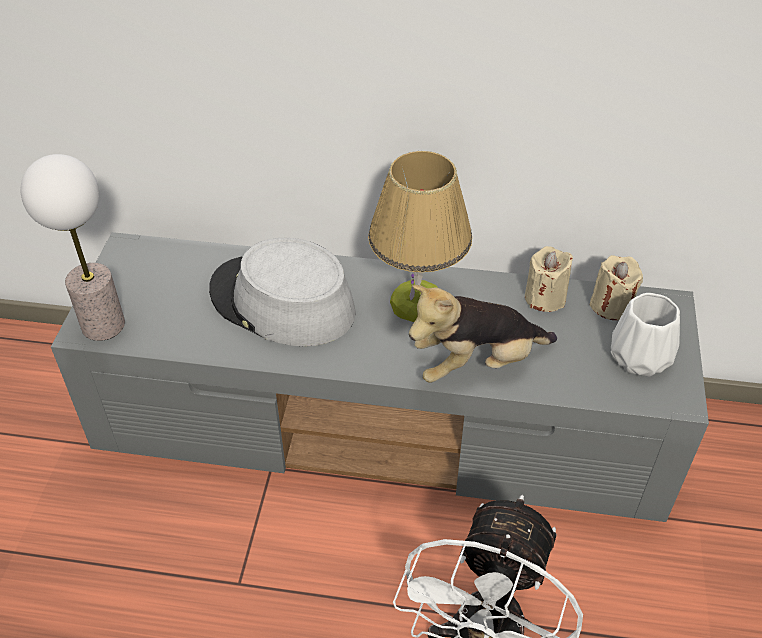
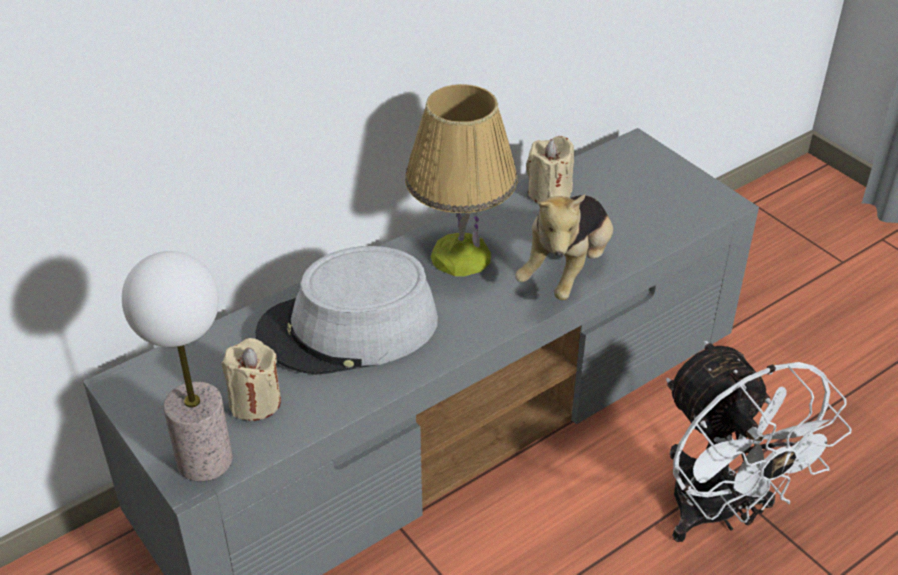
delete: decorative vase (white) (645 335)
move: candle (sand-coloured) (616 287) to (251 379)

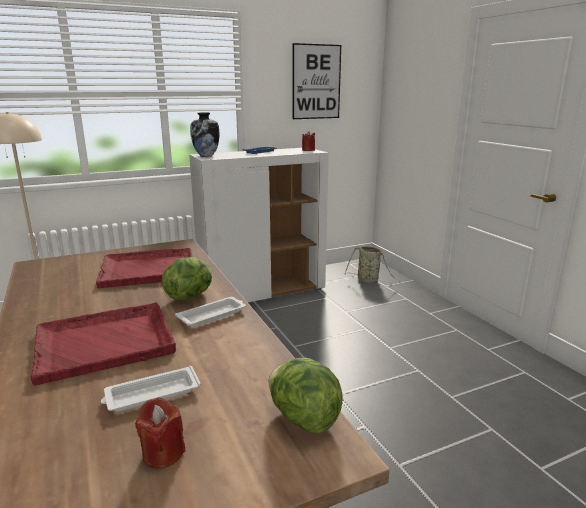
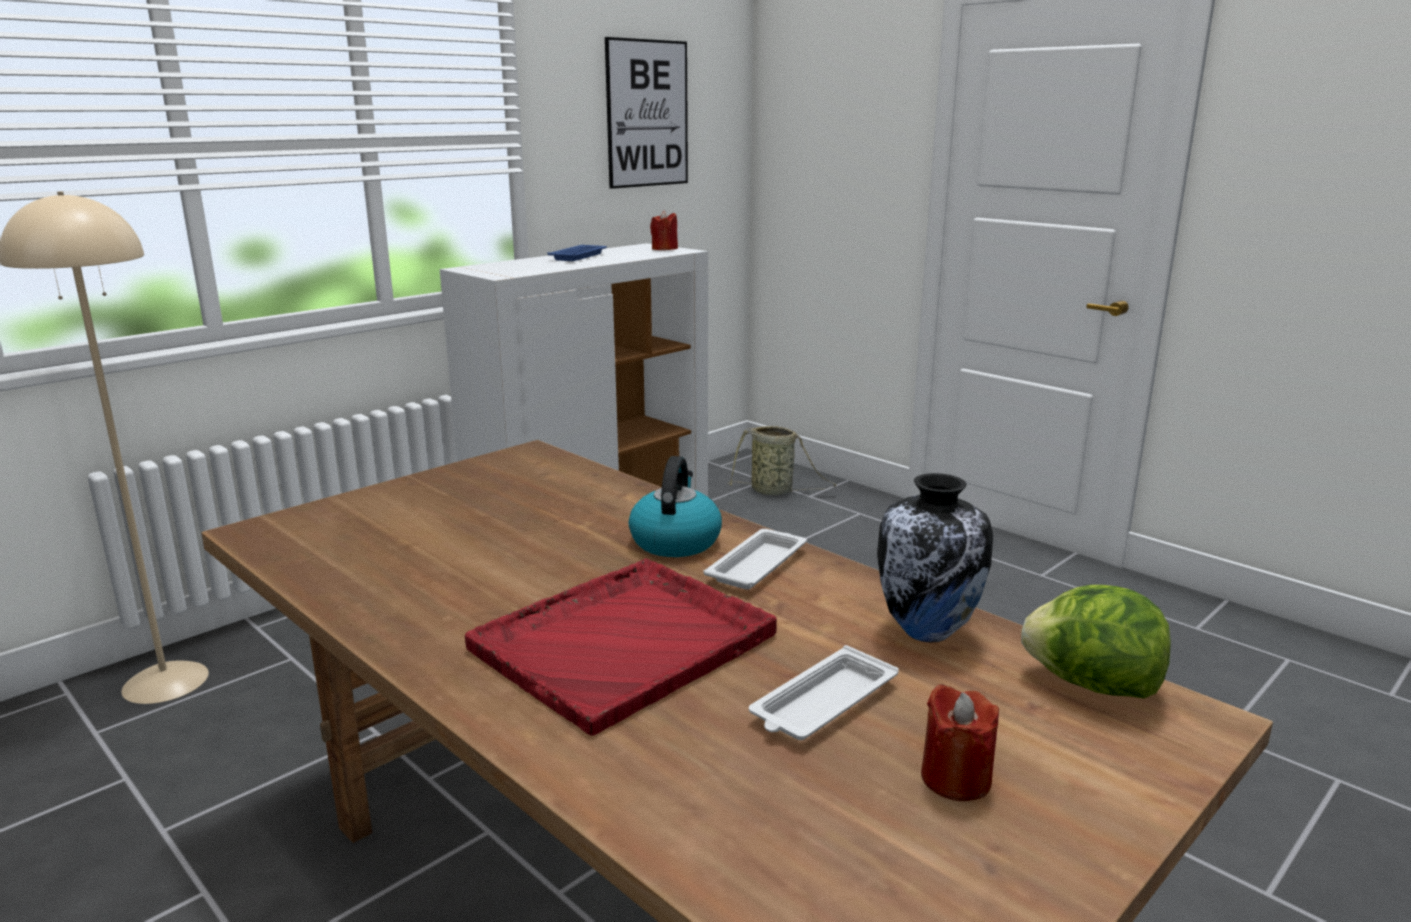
delete: serving tray (red) (144 268)
move: decorative vase (205 134) to (935 557)
replace: lettuce (187 278) to water kettle (675 506)

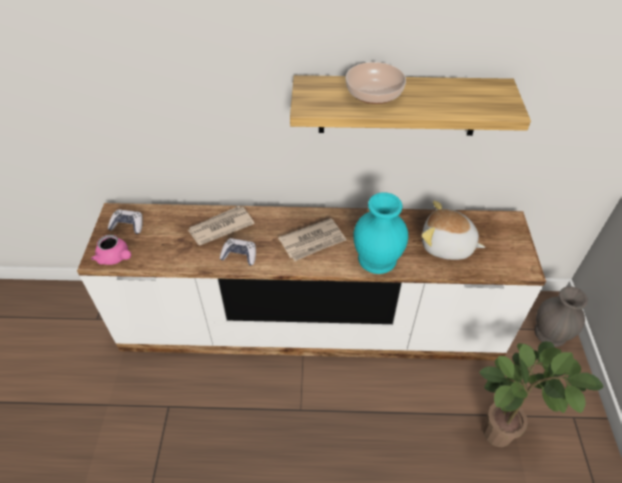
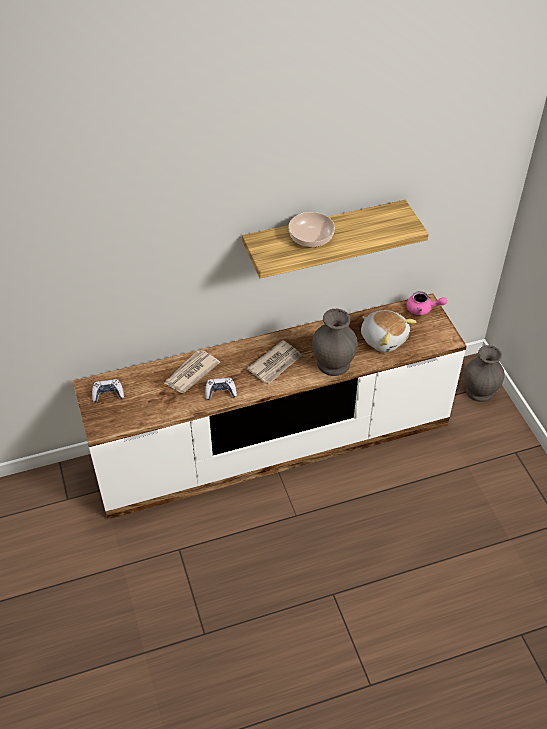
delete: houseplant (541 394)
move: tea pot (pinkish) (111 250) to (426 303)
recolor: decorative vase (blue-green) (380 233) to decorative vase (grey) (334 342)
rotate: soft toy (453 230) = (388 331) 135 degrees counterclockwise

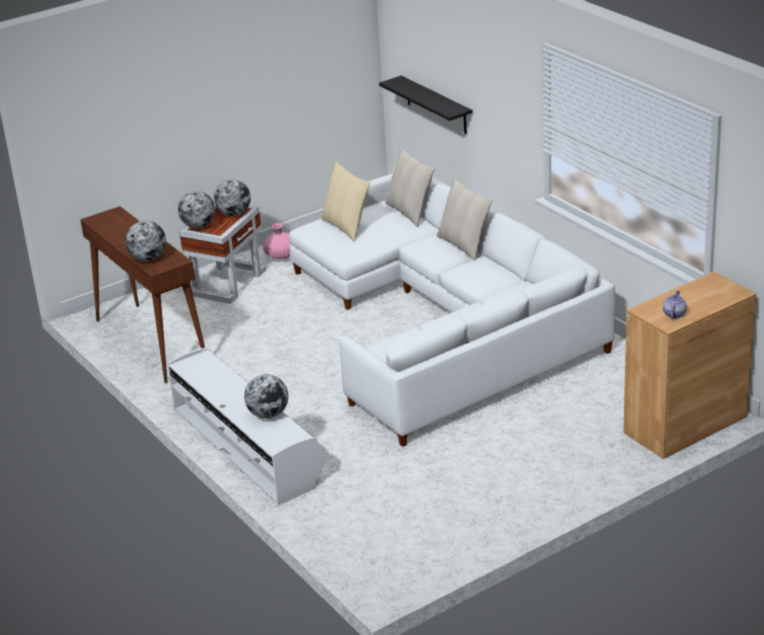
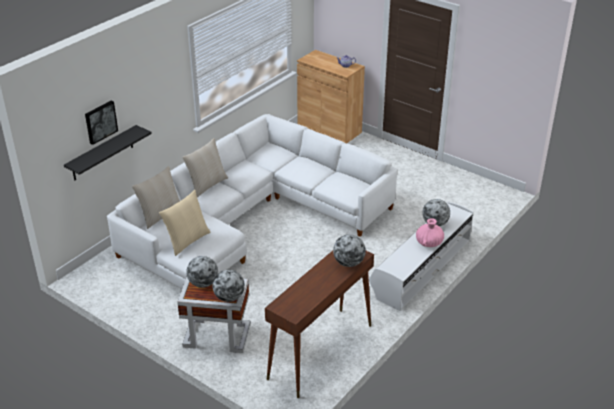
insert: wall picture (101 123)
move: decorative vase (pinkish) (277 241) to (430 232)

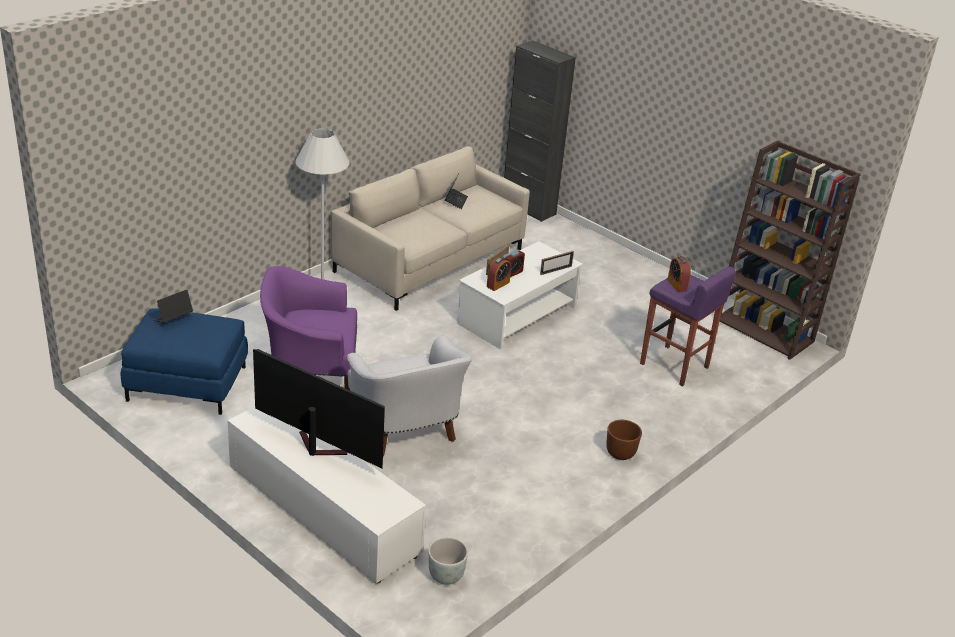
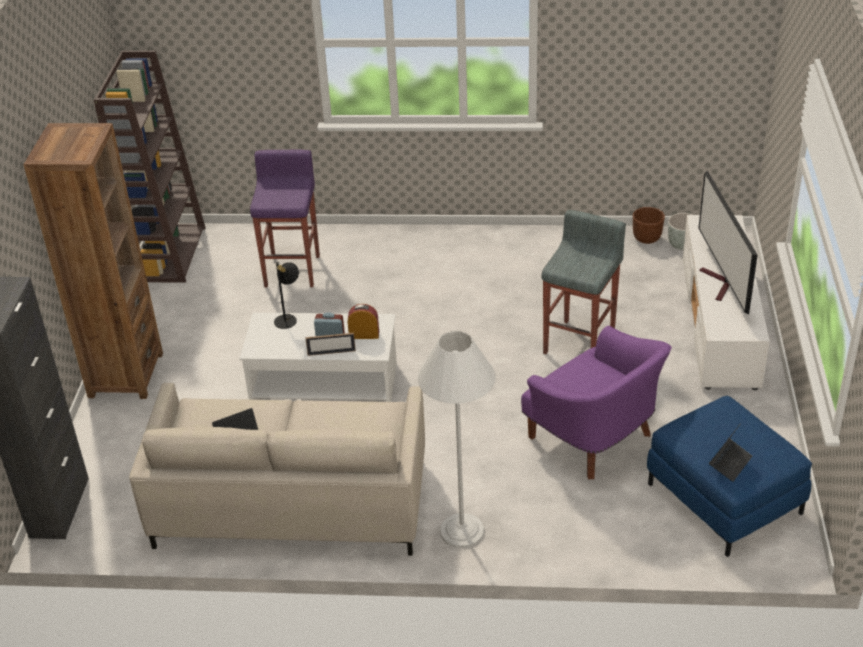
delete: bedside clock (679 274)
insert: bookshelf (brown-coloured) (93 261)
move: flower pot (brown-coloured) (624 440) to (649 225)
replace: easy chair (white) (410 396) to stool seat (grey) (584 282); standing frame (557 263) to lamp for a table (black-coloured) (286 295)
rotate: notebook computer (172 306) = (730 452) 60 degrees counterclockwise

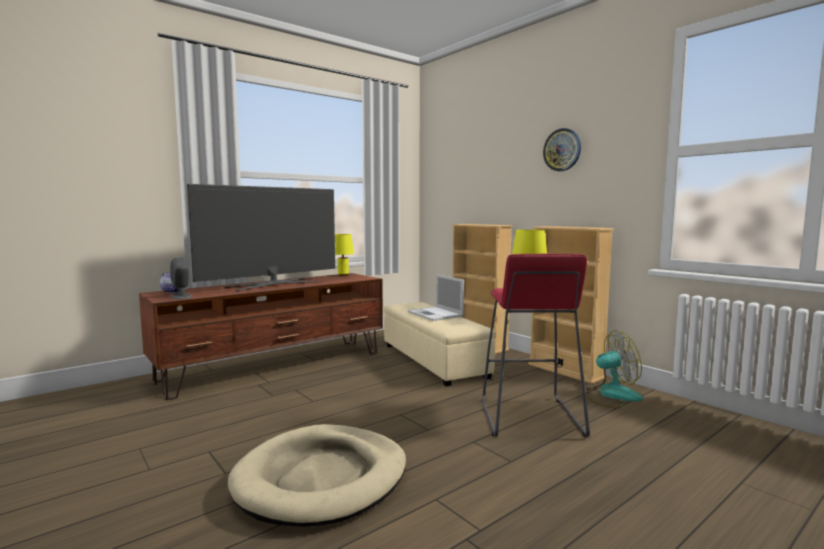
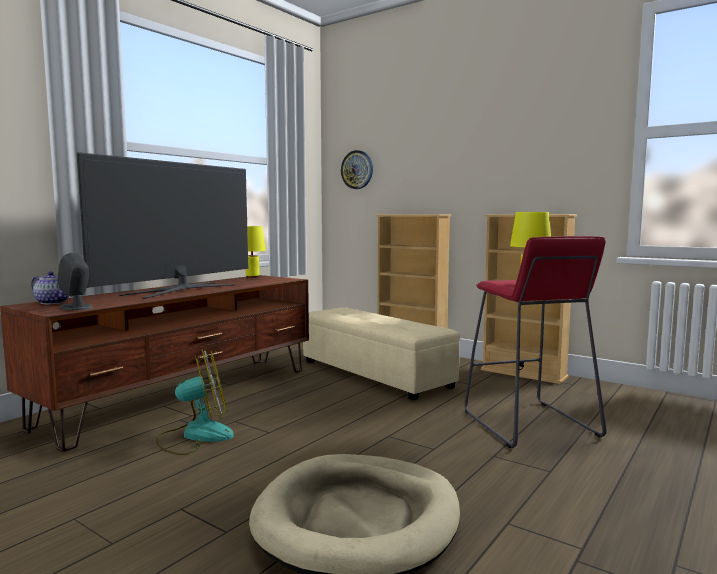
delete: notebook computer (436 297)
move: wall clock (562 149) to (357 169); electric fan (612 370) to (195 402)

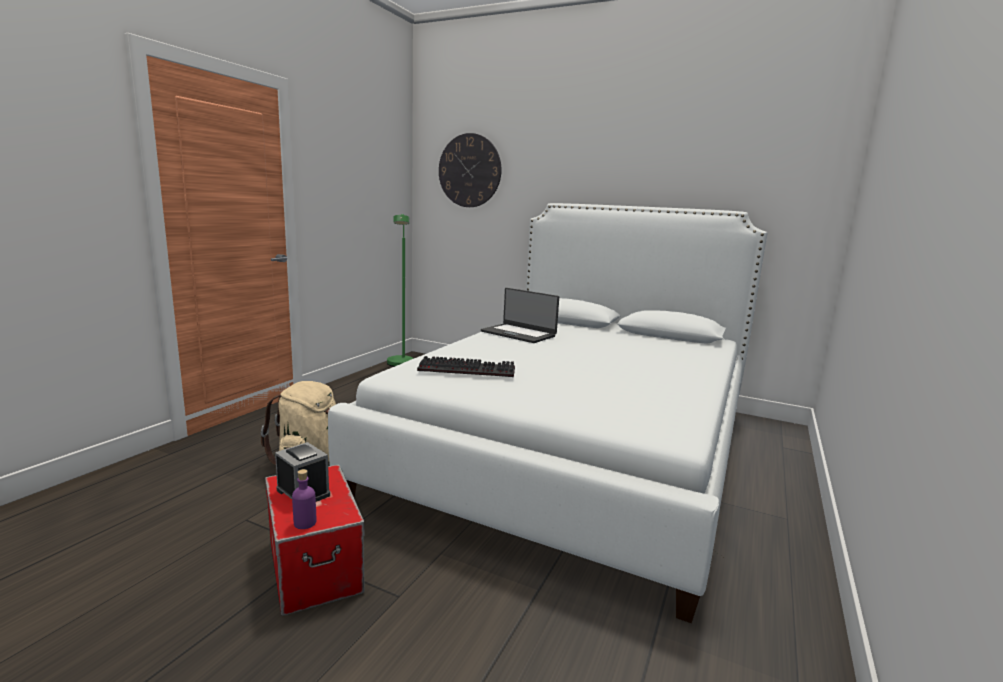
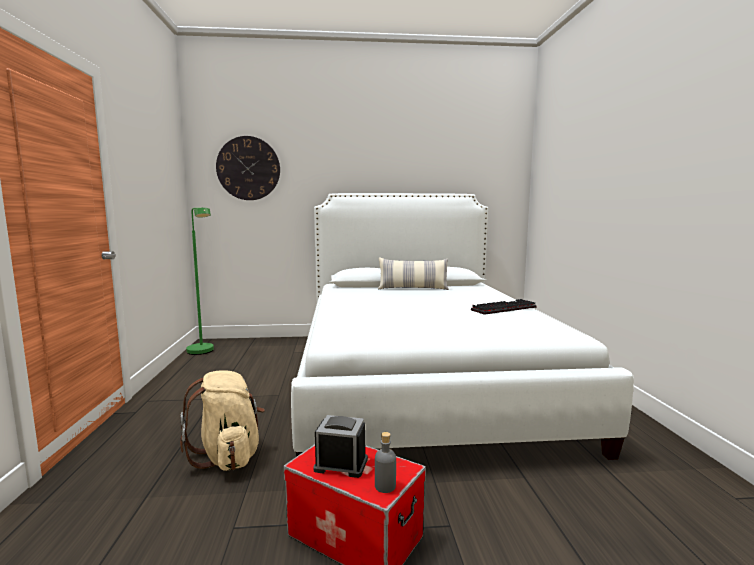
delete: notebook computer (520 315)
insert: throw pillow (413 273)
move: computer keyboard (466 366) to (504 307)
recolor: bottle (purplish) (304 499) to bottle (grey) (385 462)

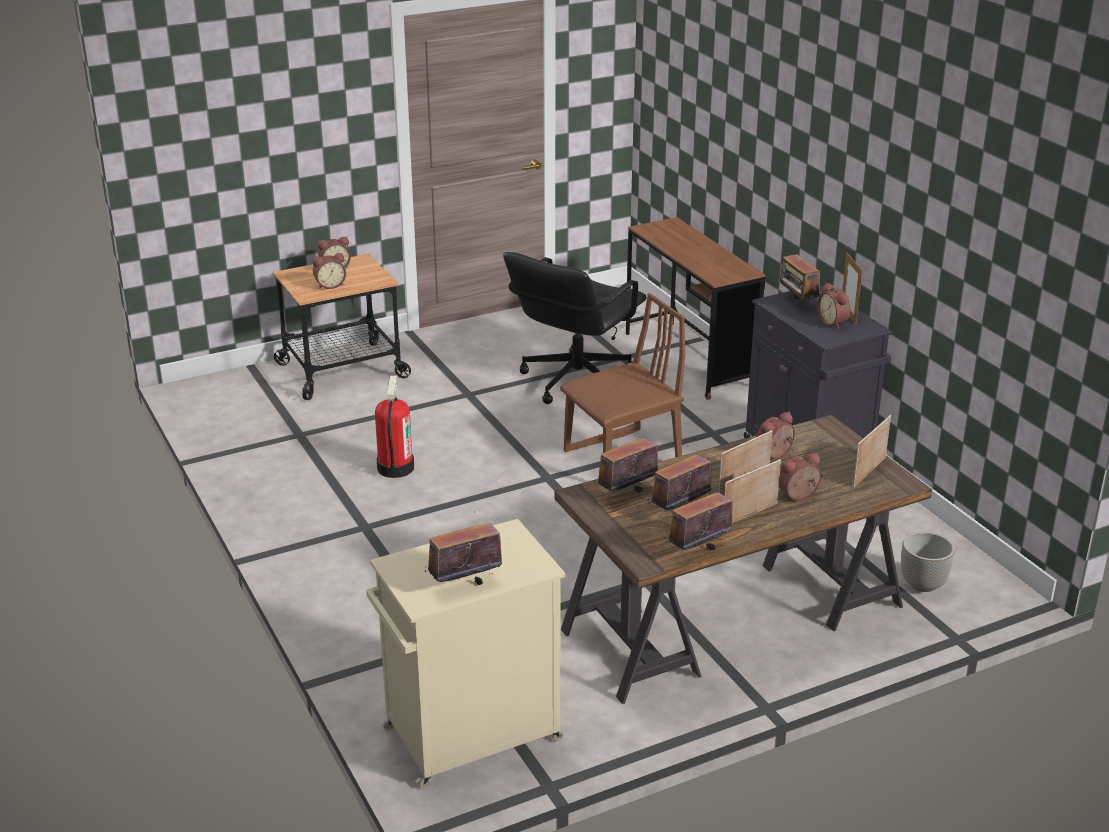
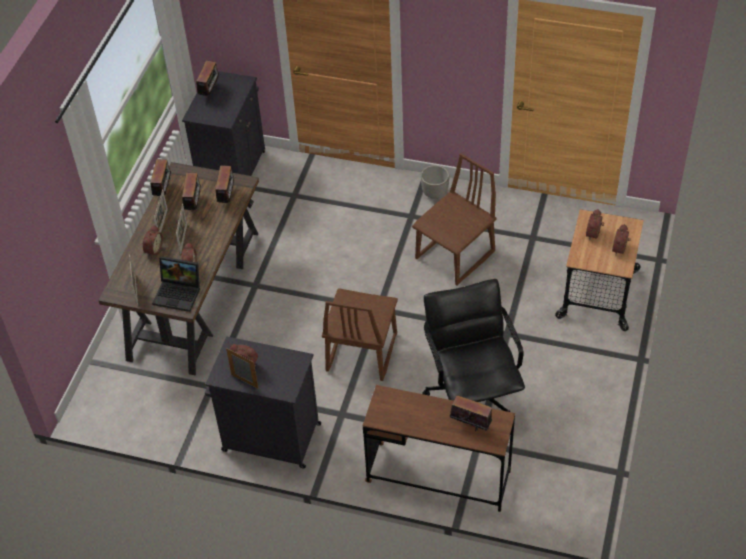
insert: notebook computer (176 284)
move: radio set (799 278) to (470 413); flower pot (928 562) to (435 182)
replace: fire extinguisher (394 426) to upright chair (brown-coloured) (454 220)
recolor: storage cabinet (sand-coloured) (466 653) to storage cabinet (black-coloured) (223 123)

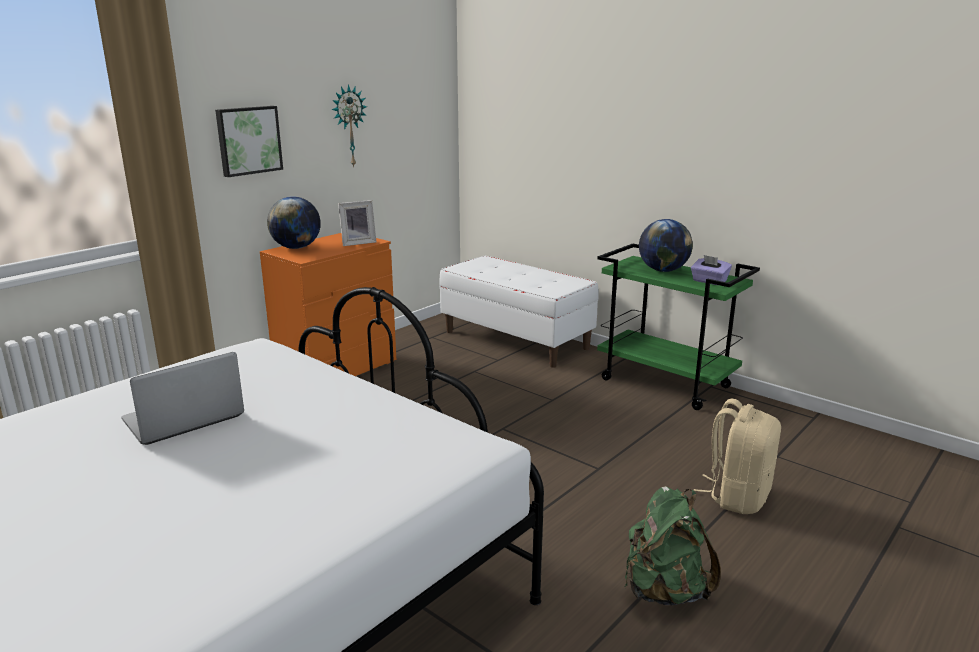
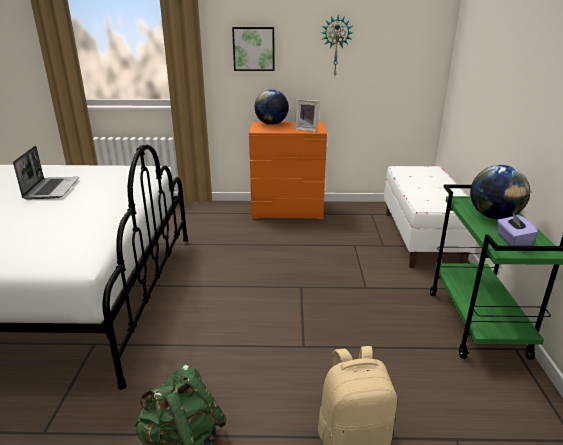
rotate: notebook computer (182 398) = (46 173) 75 degrees clockwise

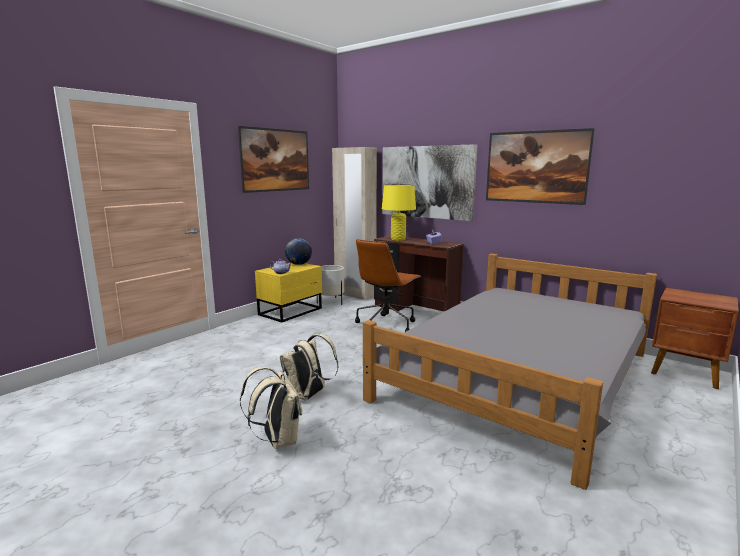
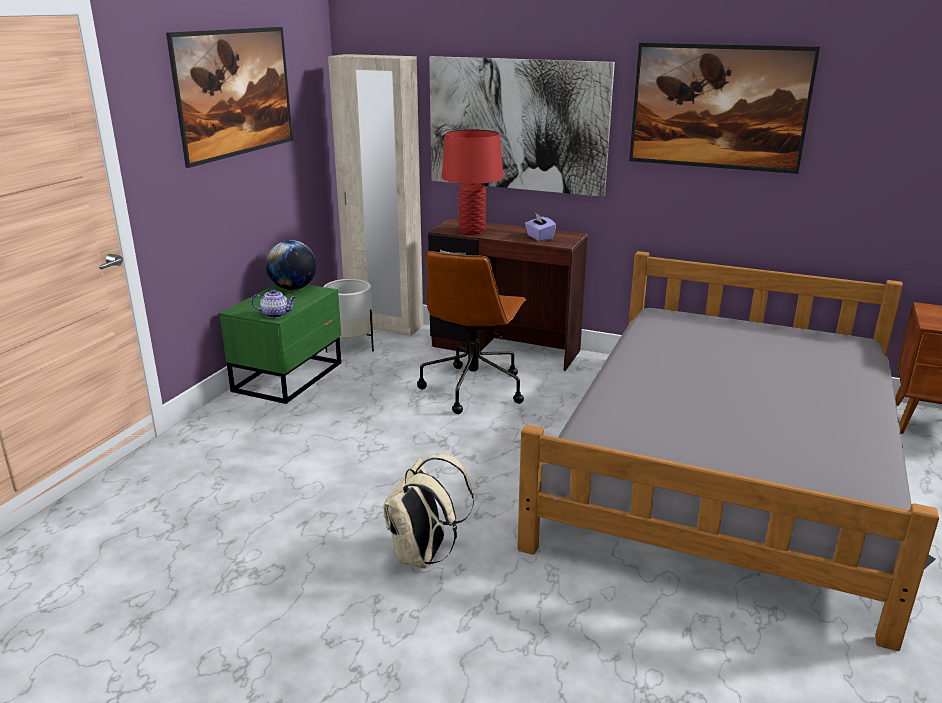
delete: rucksack (sand-coloured) (271 408)
recolor: bedside table (yellowish) (288 292) to bedside table (greenish) (280 344); lamp for a table (yellowish) (399 212) to lamp for a table (red) (472 181)

